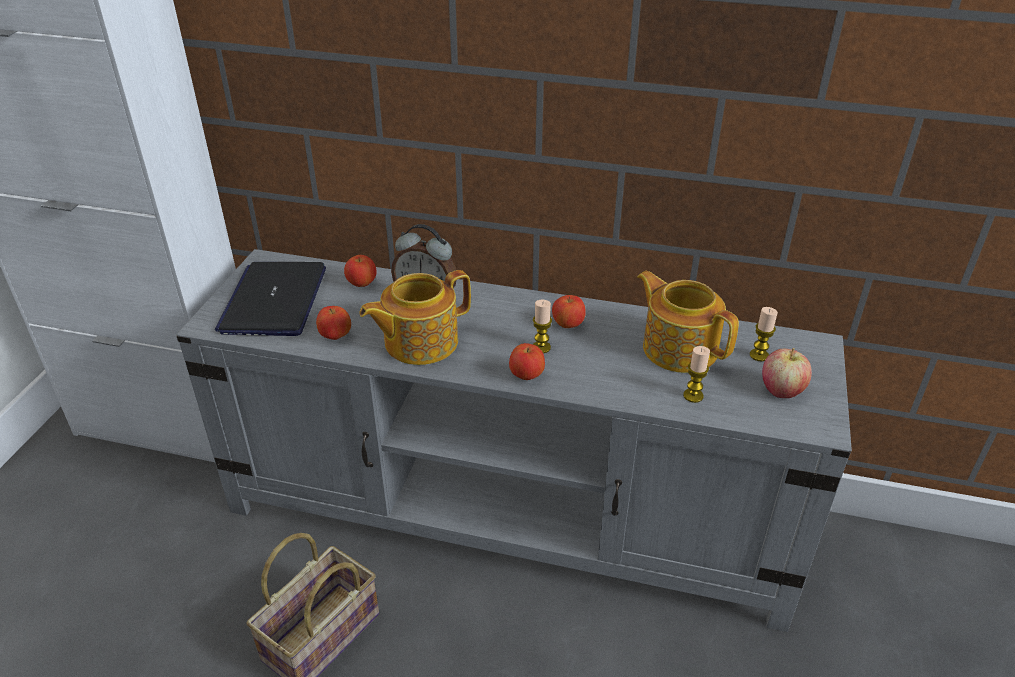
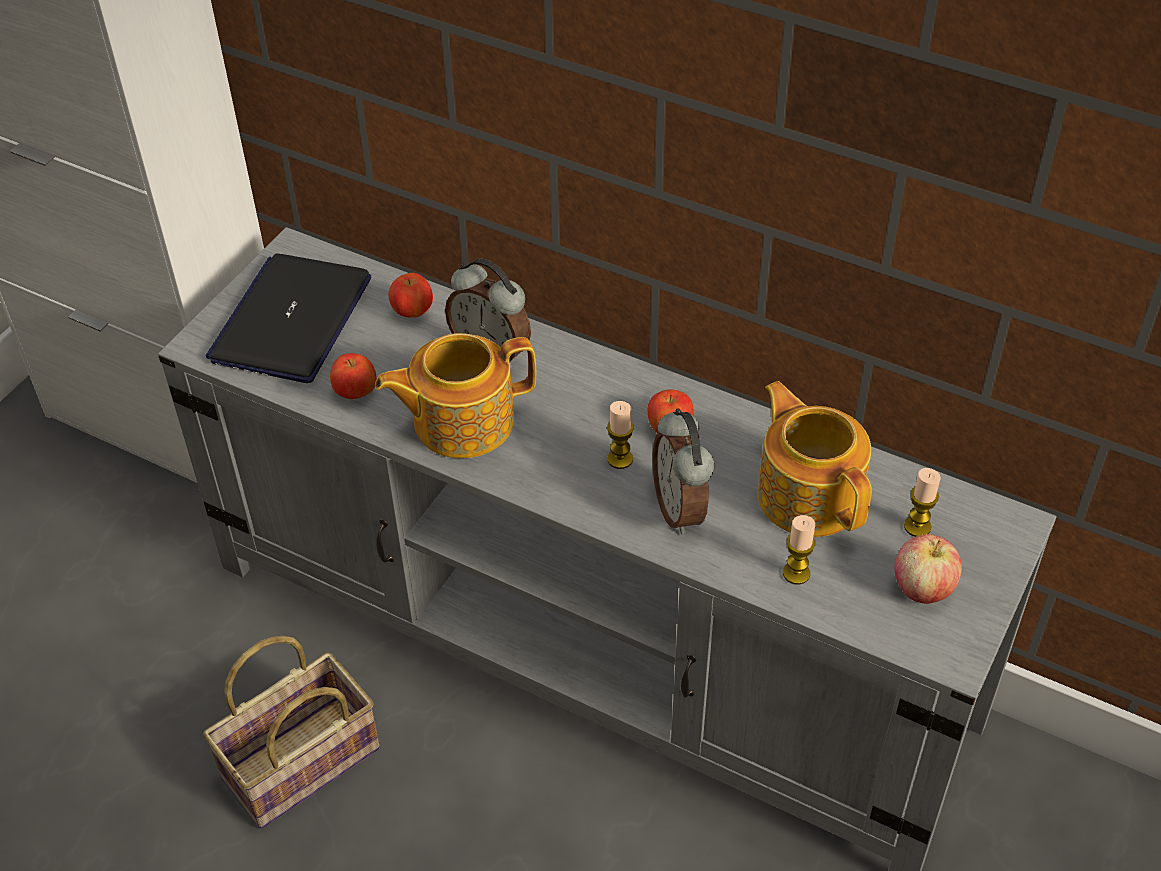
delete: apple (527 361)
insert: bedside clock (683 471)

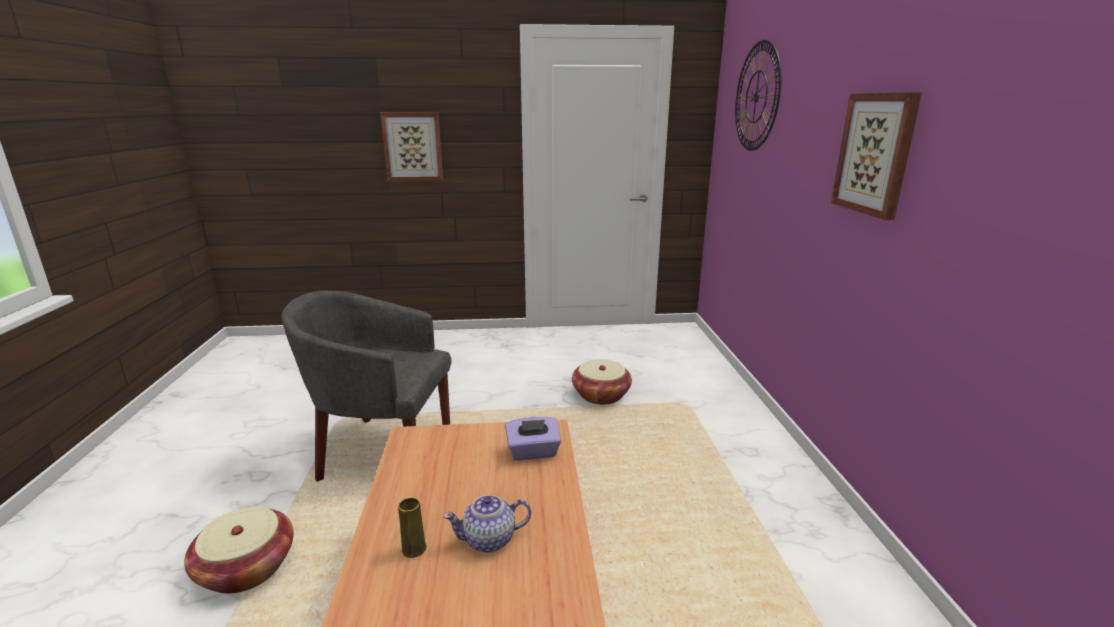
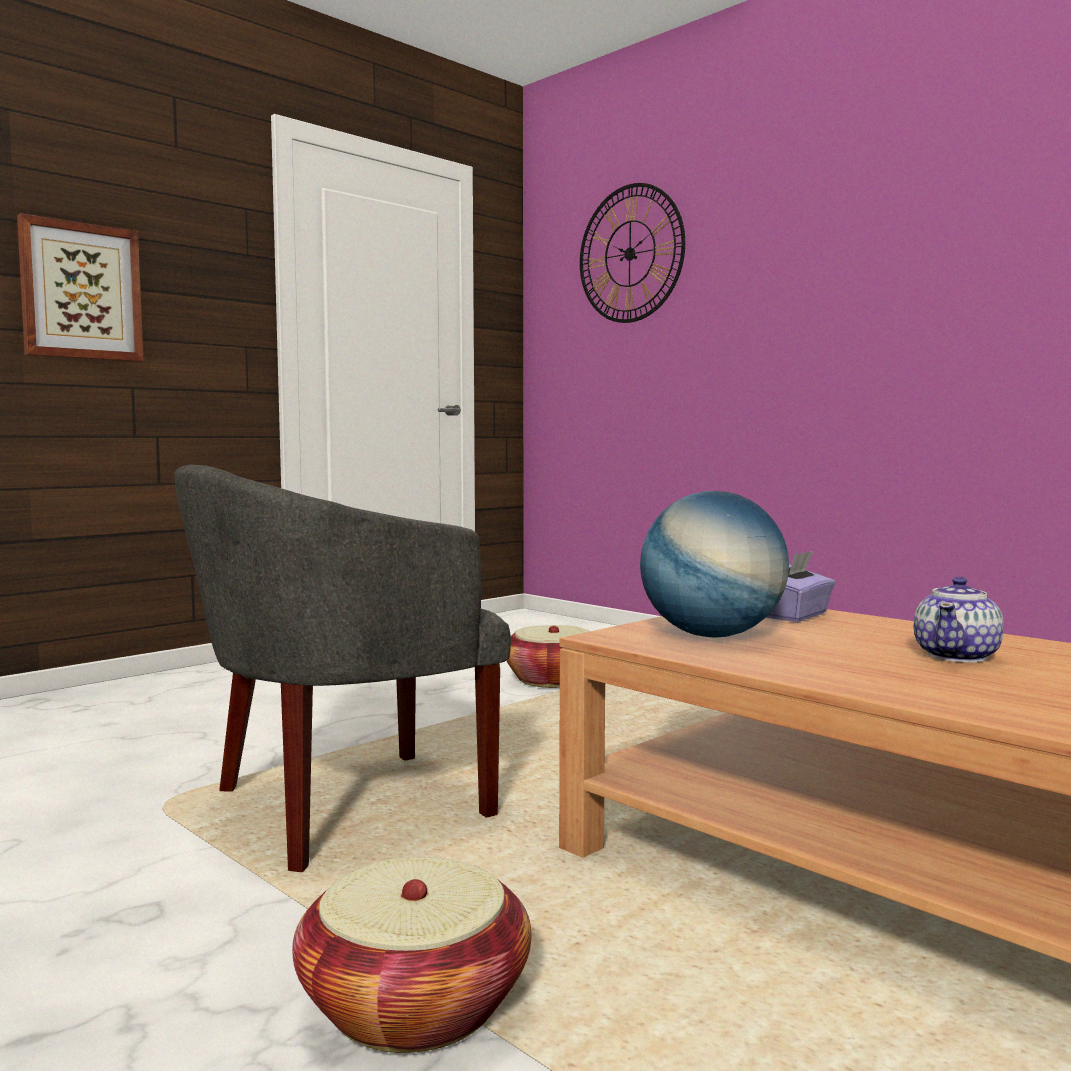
delete: decorative vase (yellowish) (412 527); wall picture (876 156)
insert: globe (714 564)

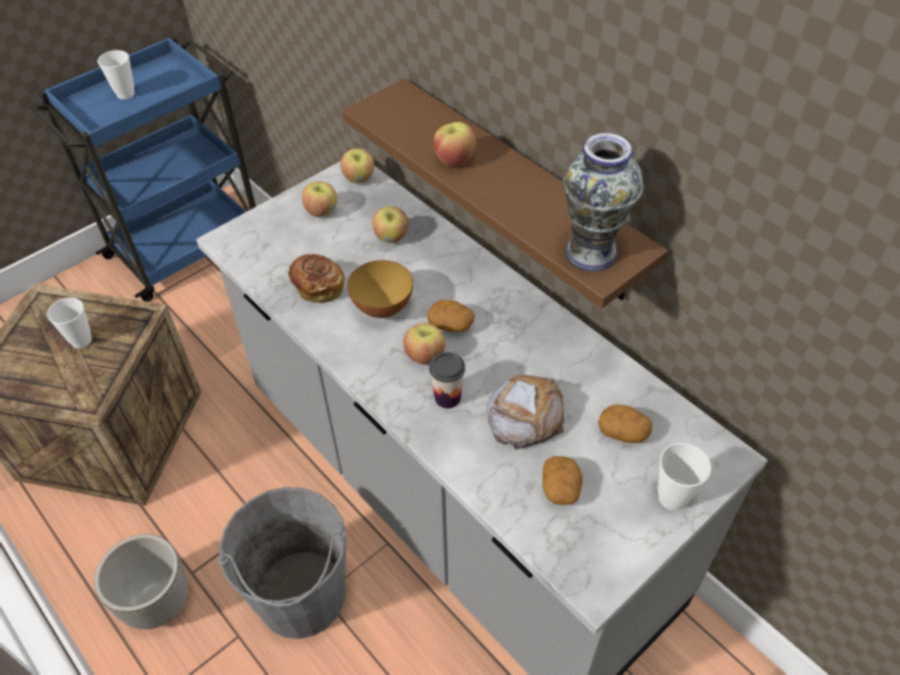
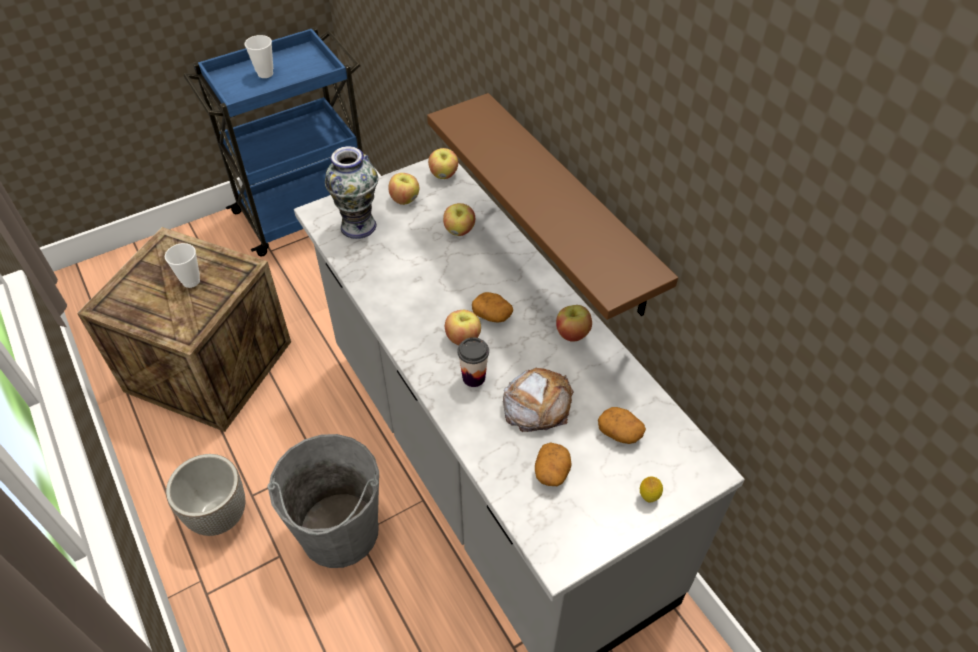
delete: bread (316 278); bowl (380 289)
move: apple (455 144) to (574 323); decorative vase (603 202) to (351 192)
replace: cup (684 477) to citrus fruit (651 489)

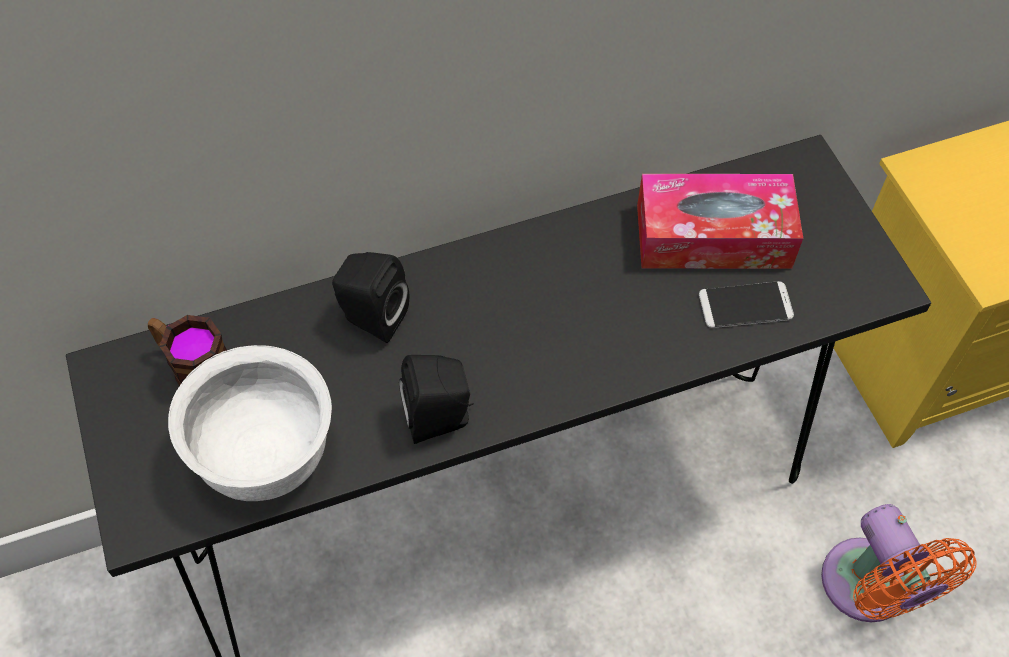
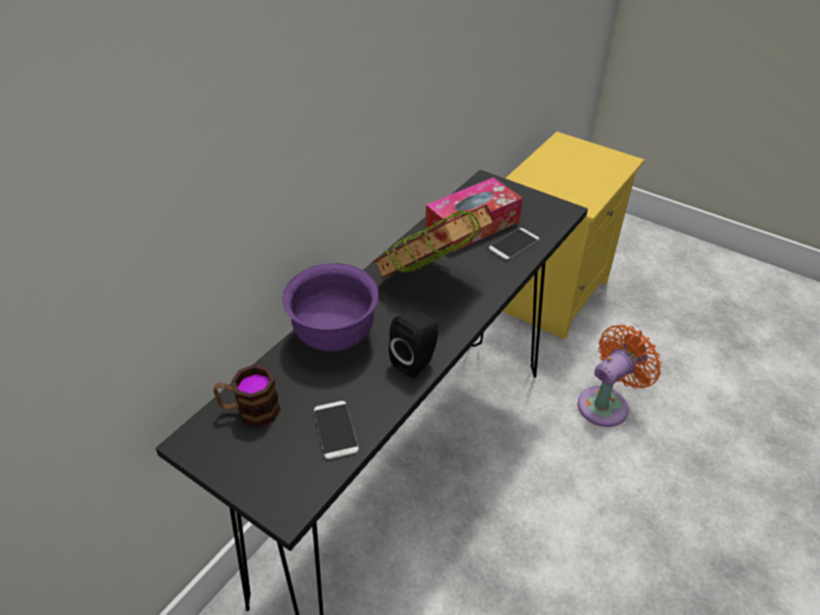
insert: bound book (434 241)
replace: bowl (white) (250 423) to handset (336 430); speaker (black-coloured) (370 297) to bowl (purplish) (330 307)
rotate: electric fan (orange-coloured) (899 563) = (620 375) 75 degrees counterclockwise

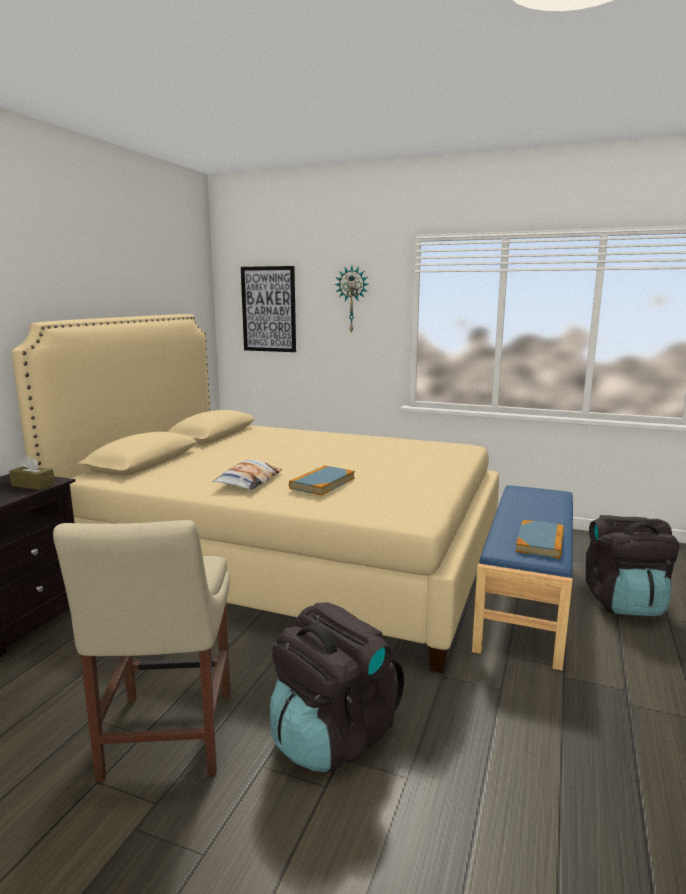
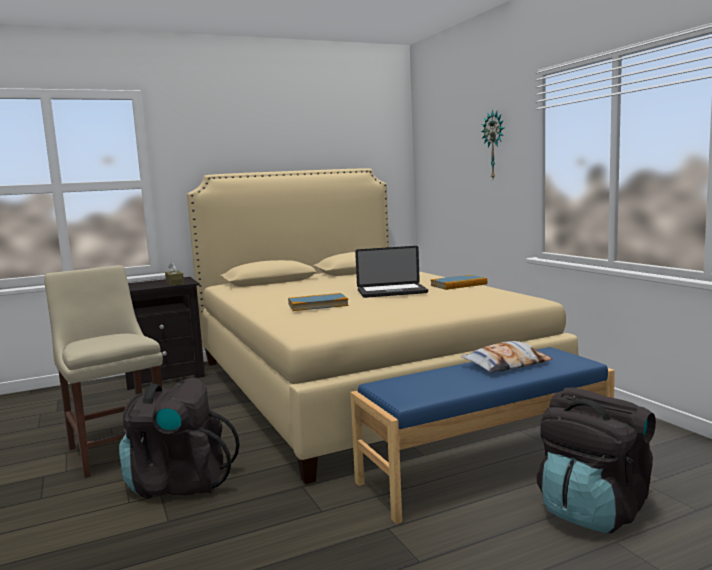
delete: wall picture (268 309)
insert: notebook computer (391 272)
move: throw pillow (247 474) to (506 357); bound book (539 539) to (458 282)
rotate: upright chair (sand-coloured) (141 651) = (103 371) 105 degrees clockwise

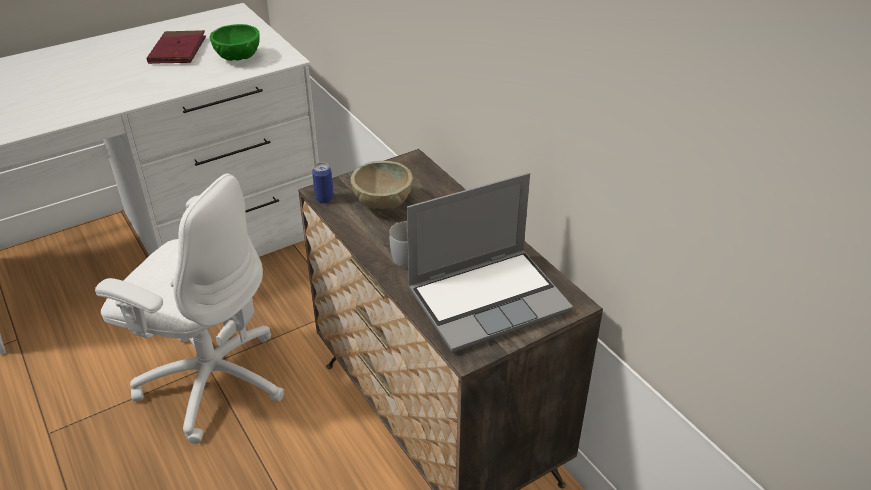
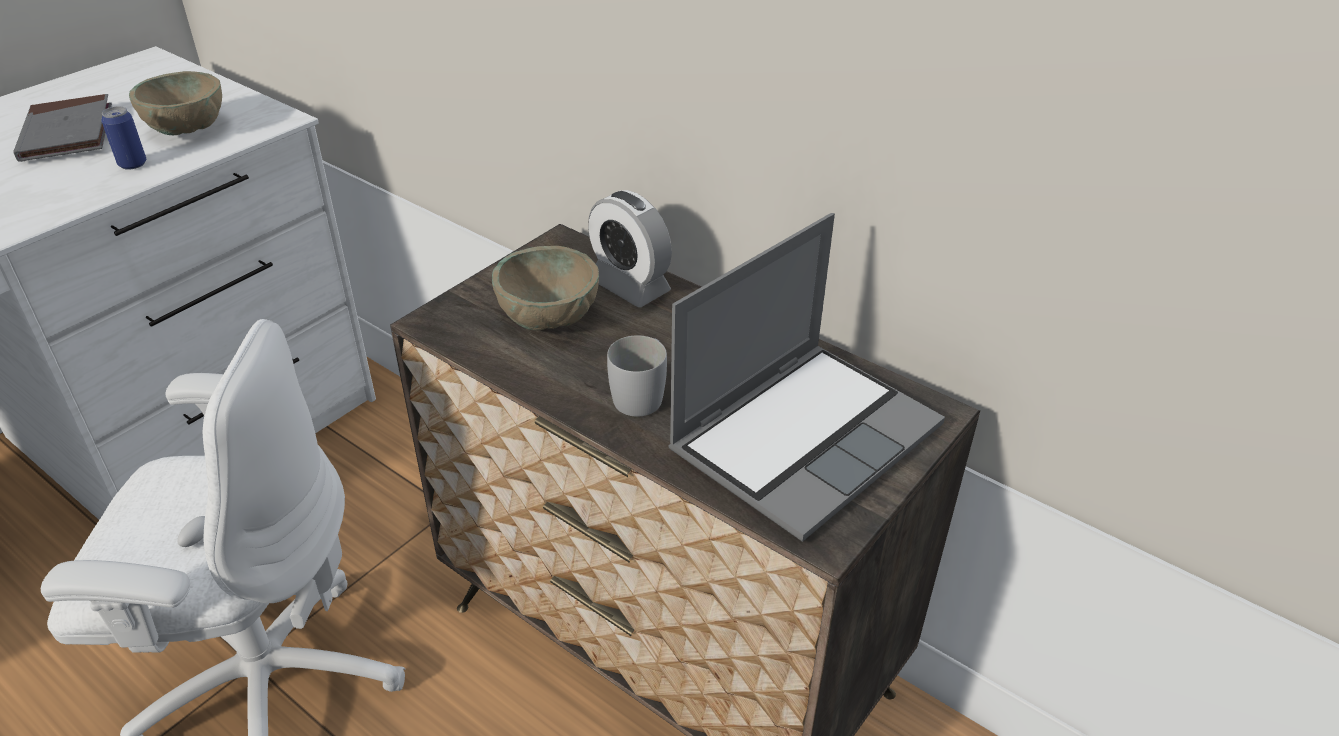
insert: bedside clock (630 248)
move: metal can (323 182) to (123 138)
recolor: bound book (red) (176 47) to bound book (grey) (62 128); bowl (greenish) (234 42) to bowl (sand-coloured) (175 103)

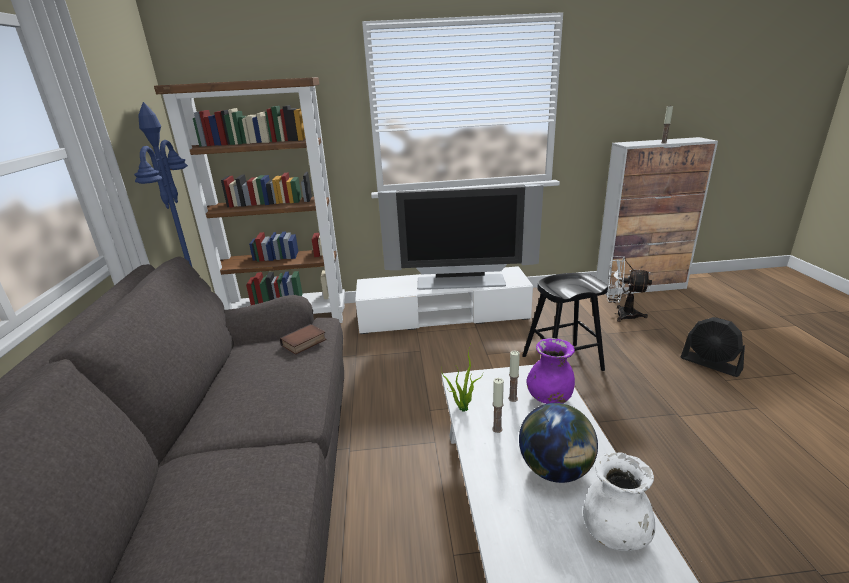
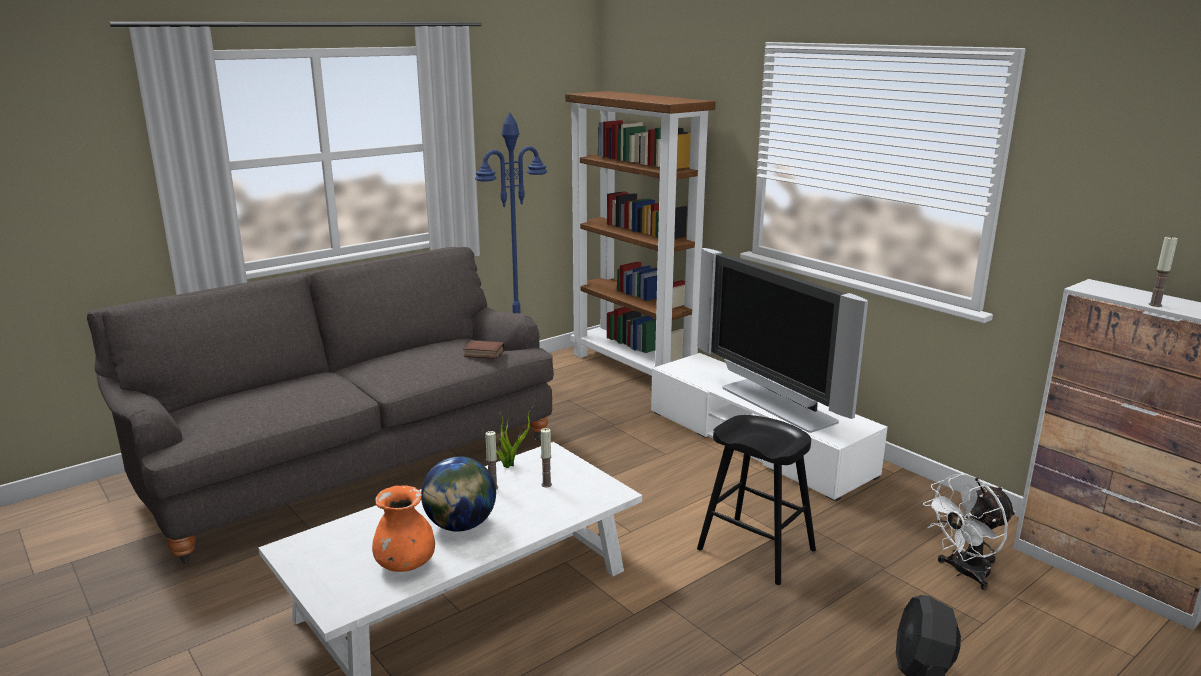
delete: decorative vase (purplish) (550 371)
recolor: decorative vase (white) (619 502) to decorative vase (orange-coloured) (403 528)
rotate: electric fan (white) (629 289) = (969 532) 105 degrees counterclockwise

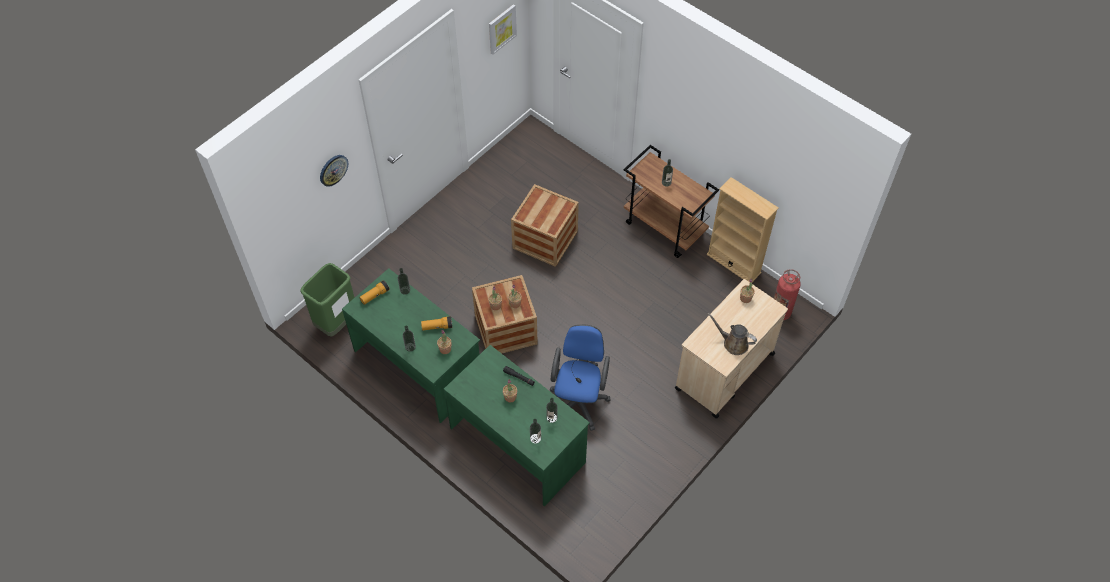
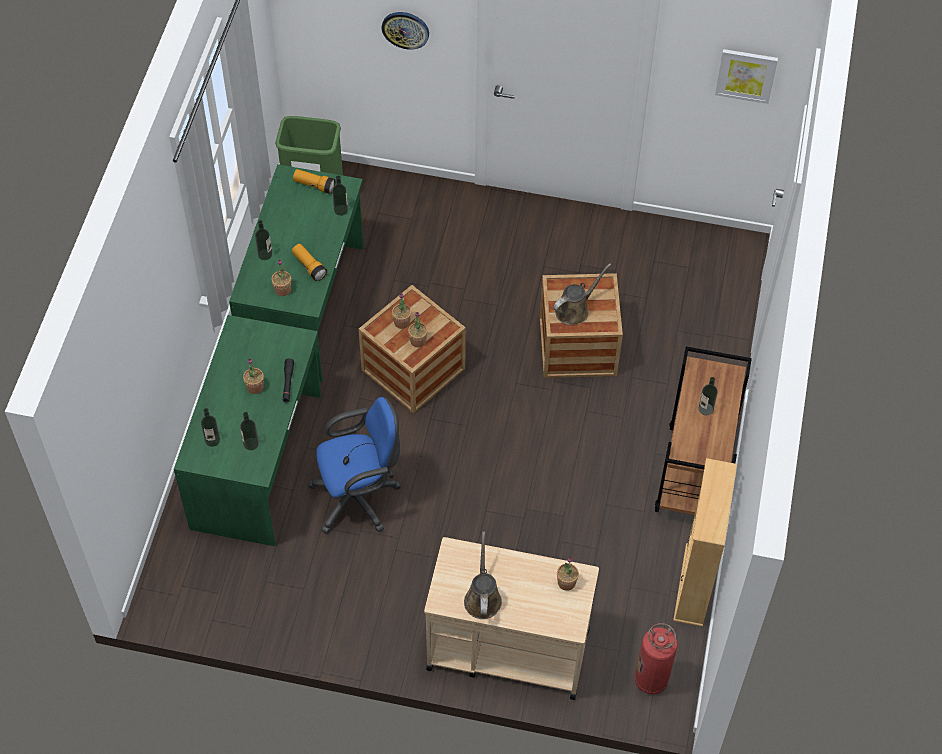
insert: sprinkling can (brown-coloured) (582 294)

